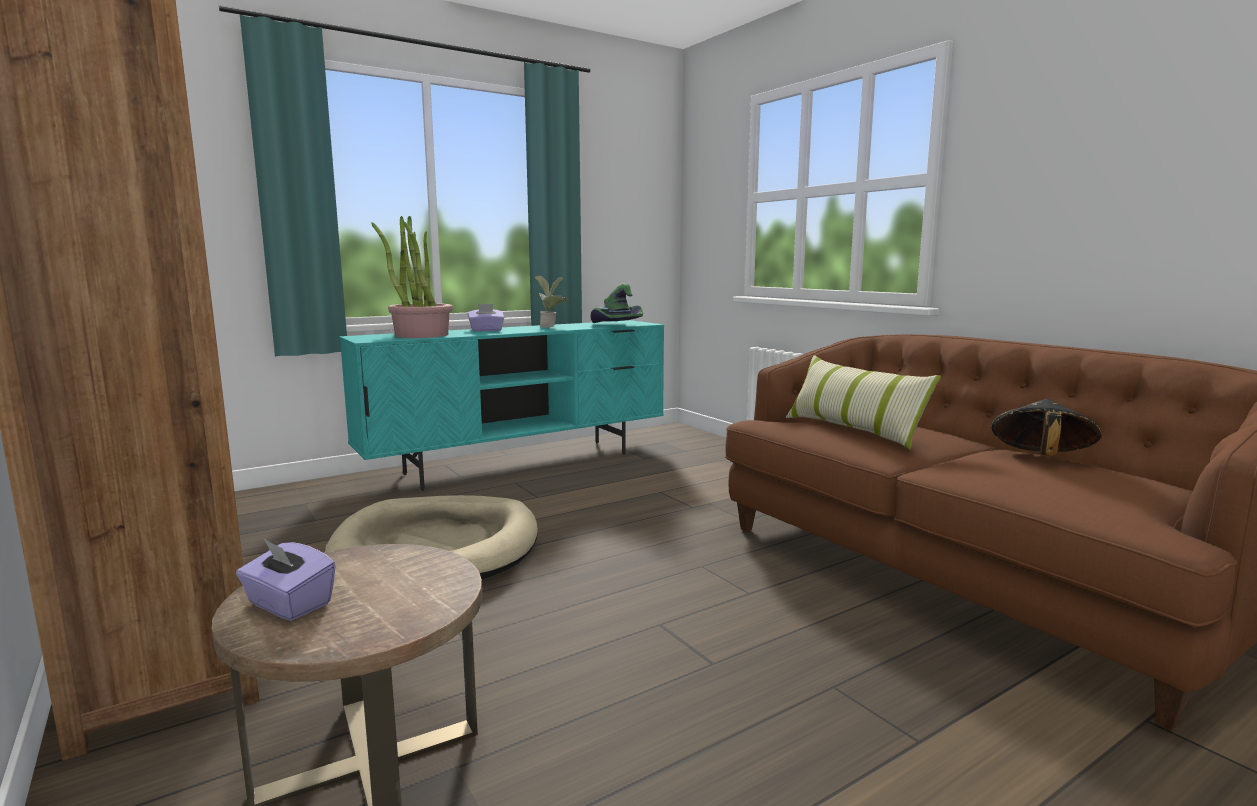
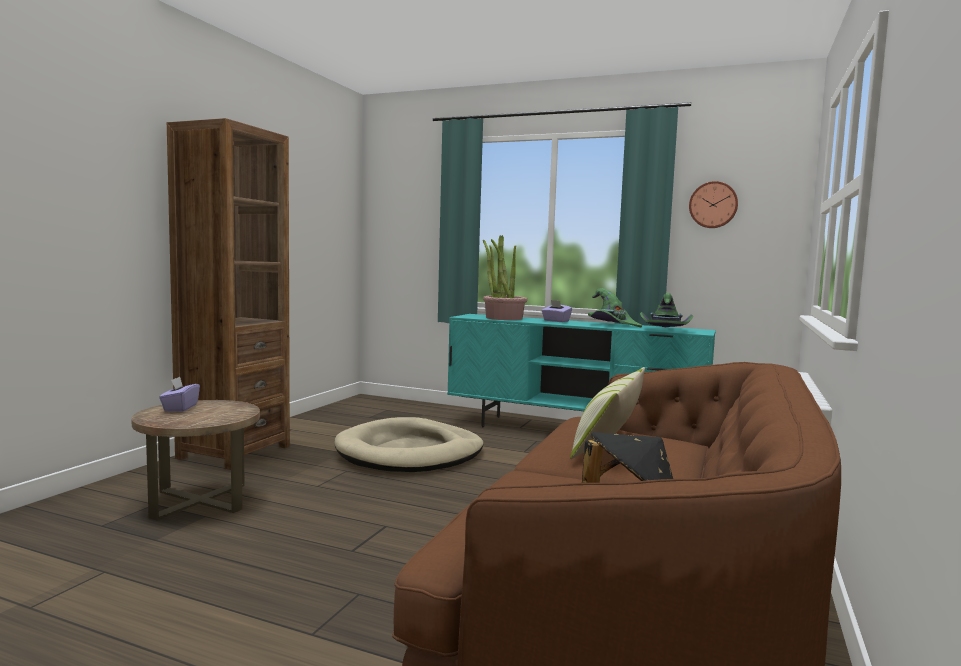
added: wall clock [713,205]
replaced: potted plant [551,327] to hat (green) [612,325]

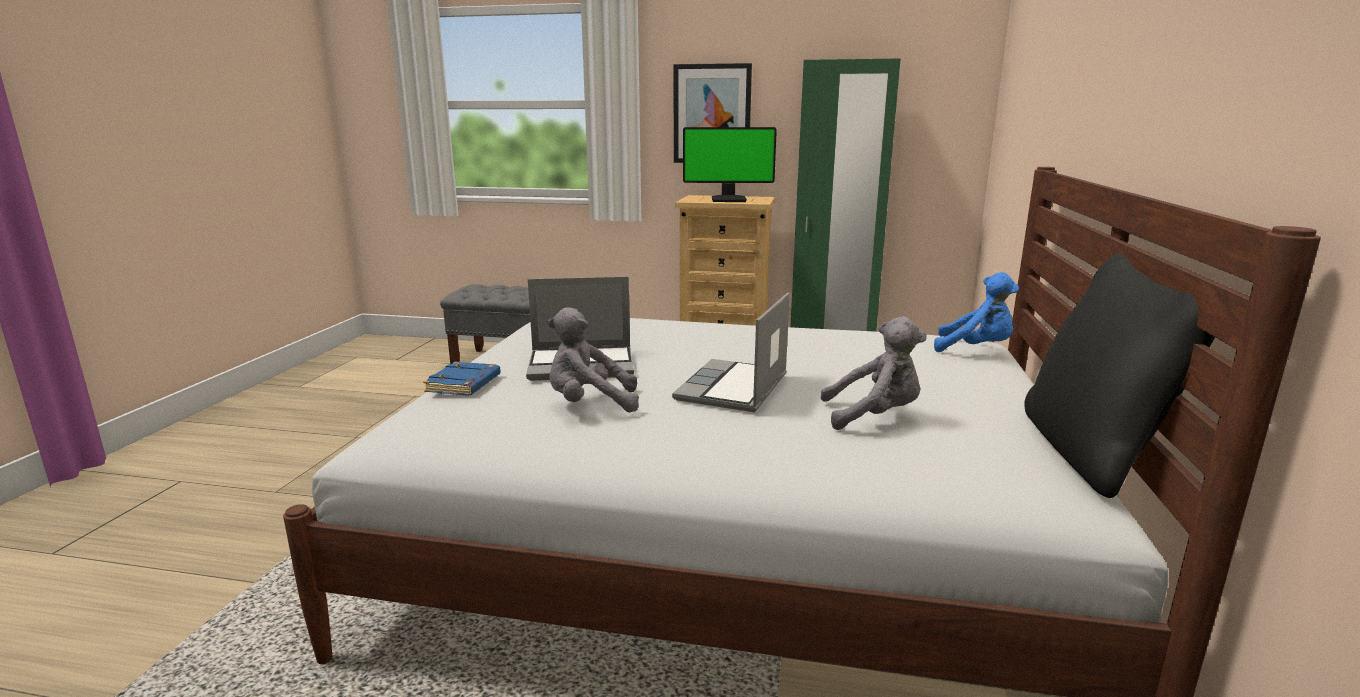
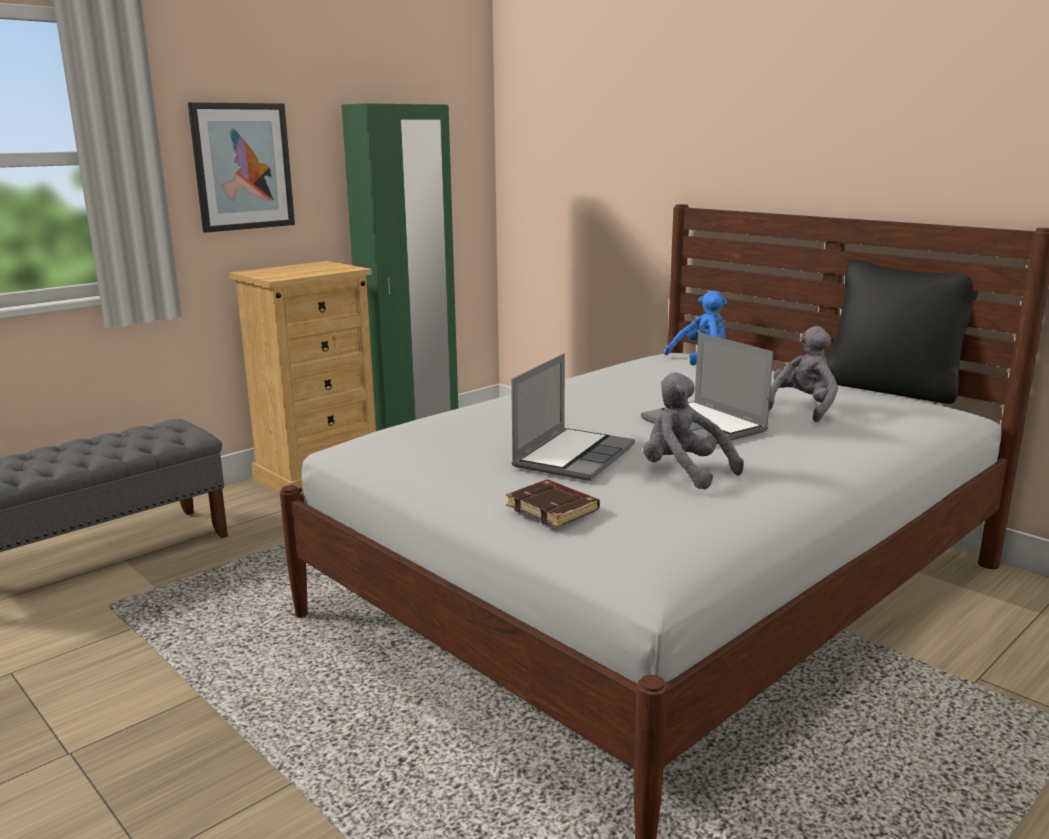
removed: monitor [729,199]
recoloured: book (blue) [464,384] to book (brown) [554,509]
turned: plush toy (grey) [590,404] = [684,472] 105 degrees clockwise

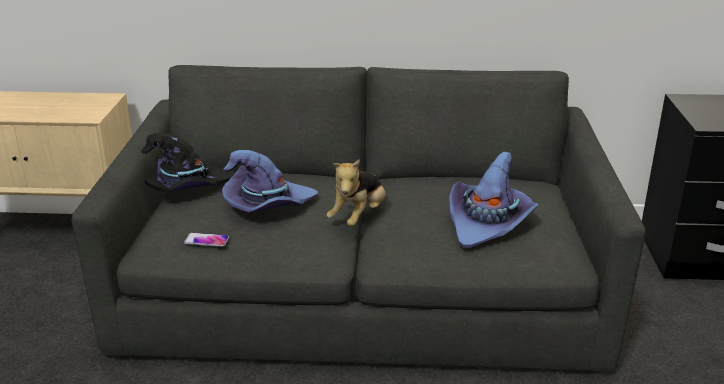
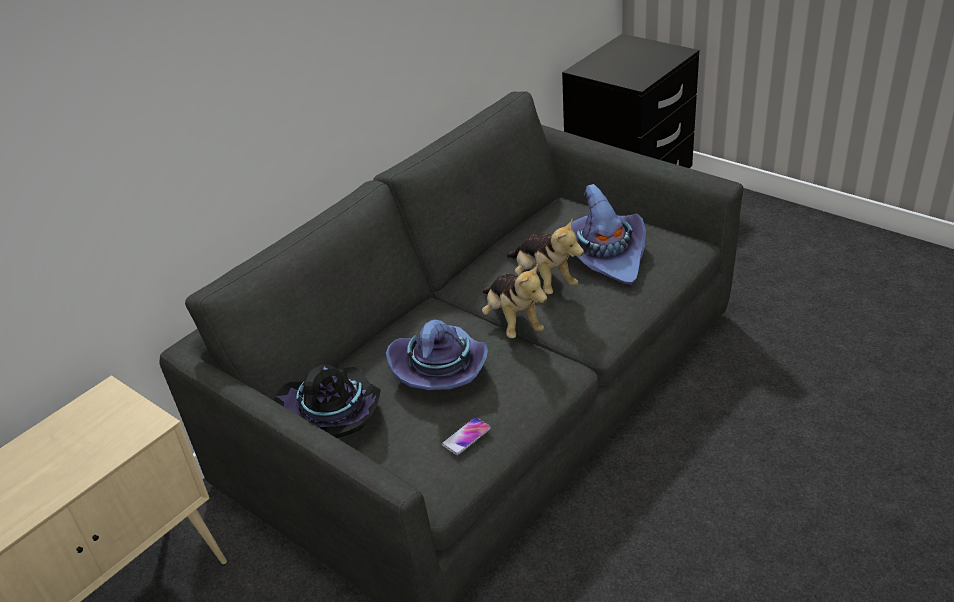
added: plush toy [543,281]

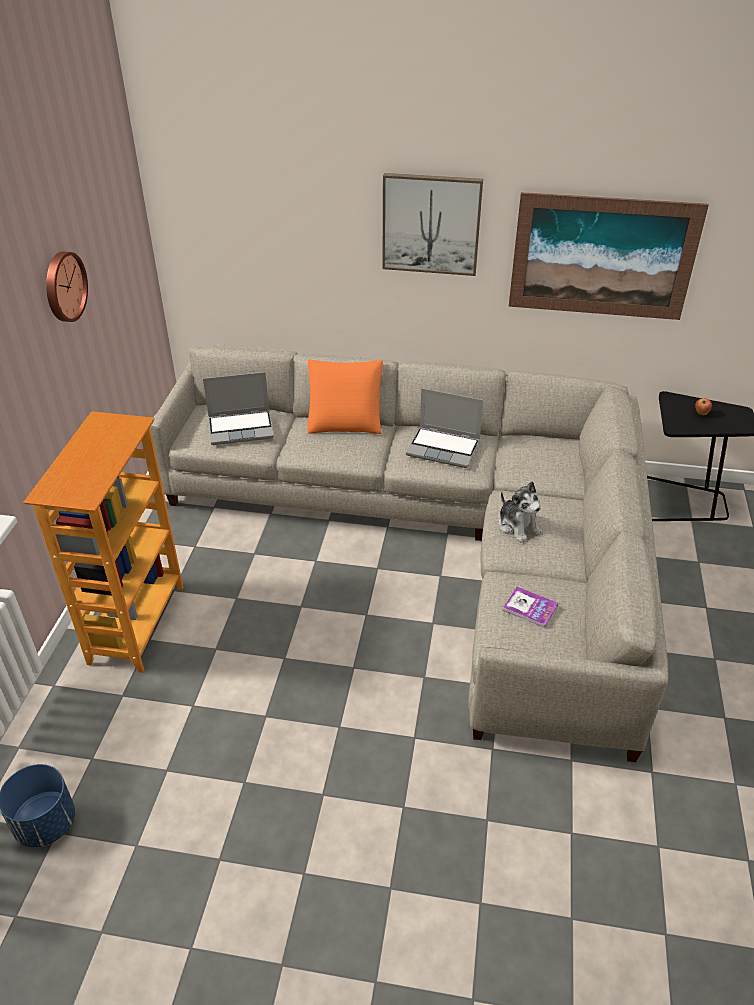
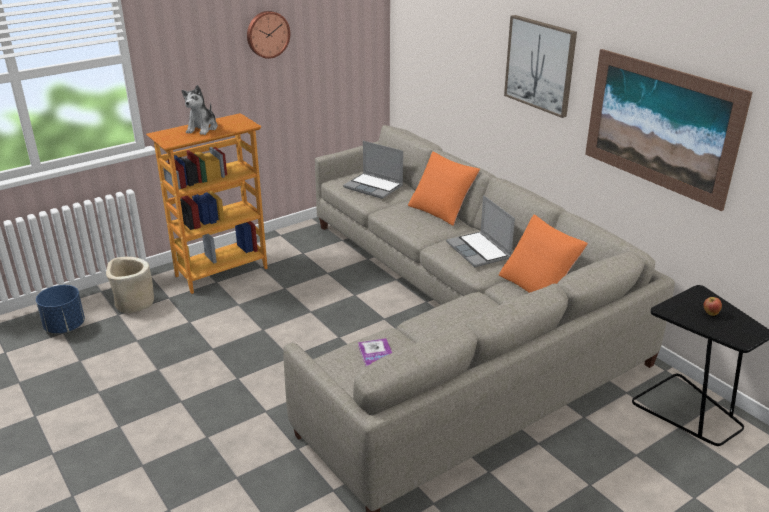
added: planter (beige) [133,303]; pillow (orange) [538,285]
moved: plush toy [518,526] to [202,128]

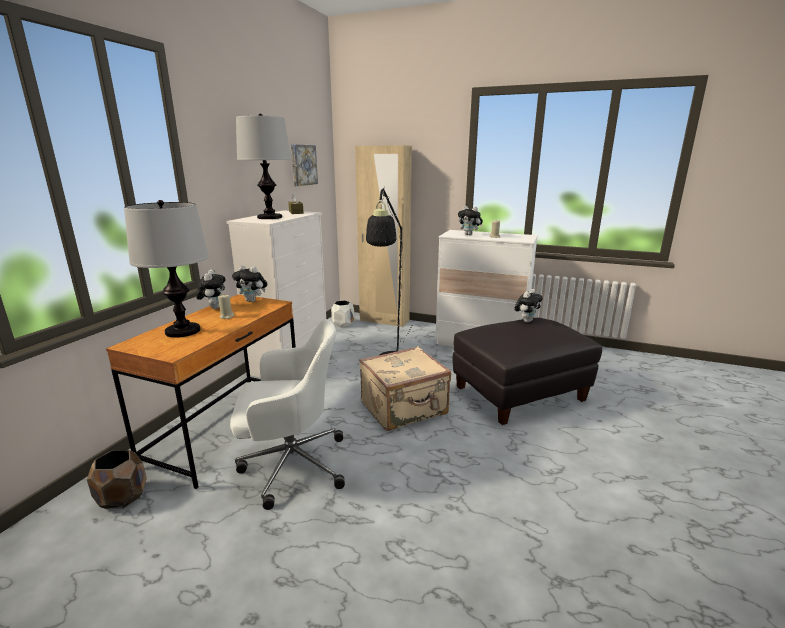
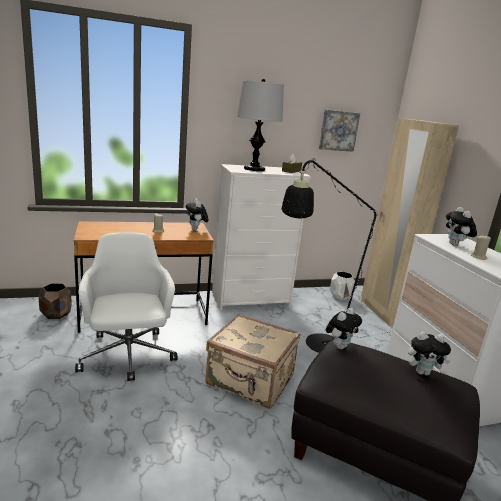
removed: table lamp [183,331]
moved: plush toy [214,307] to [339,346]
turned: office chair (white) [291,464] = [127,356] 150 degrees counterclockwise

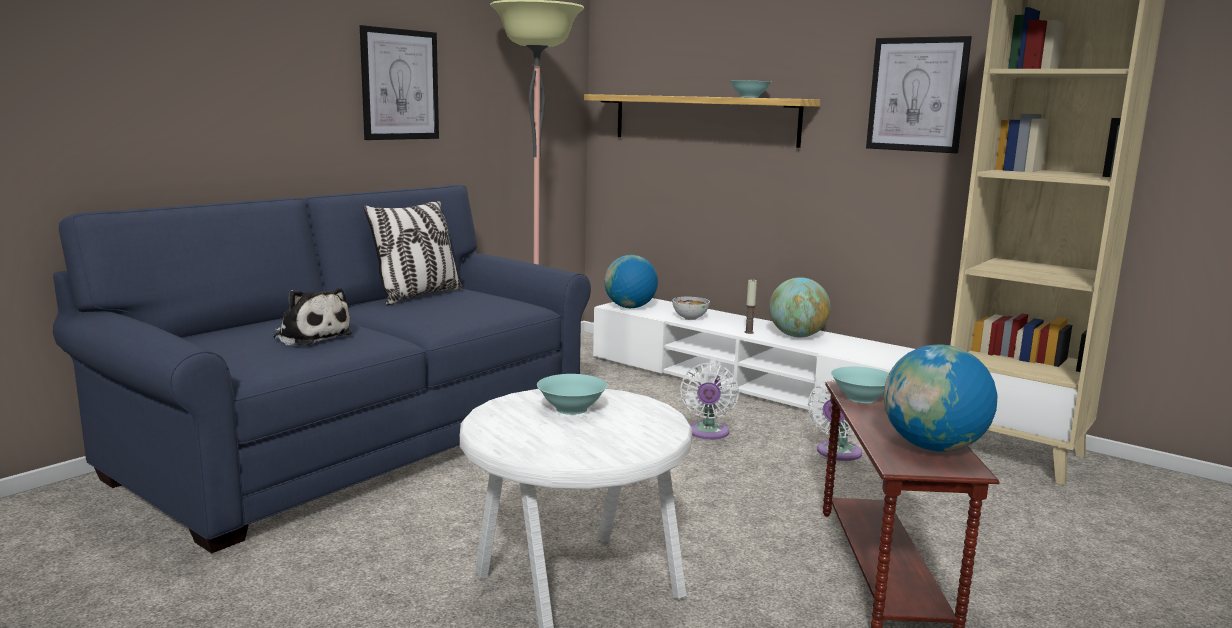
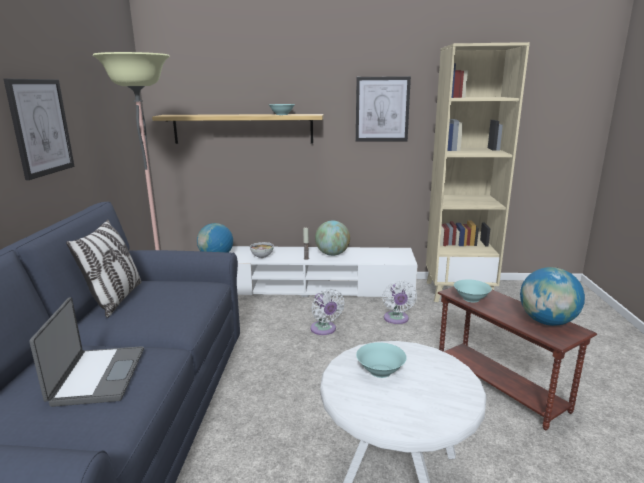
replaced: plush toy [311,336] to laptop [97,376]

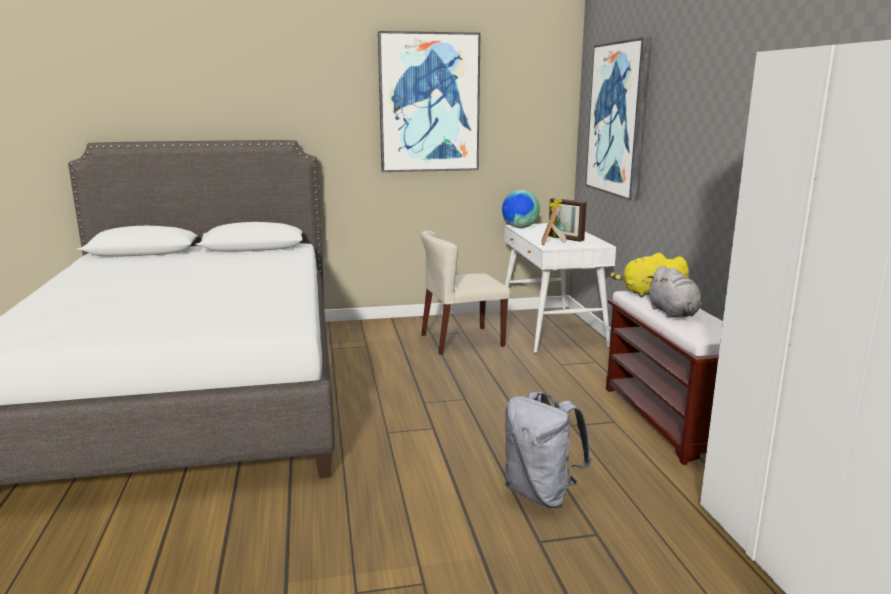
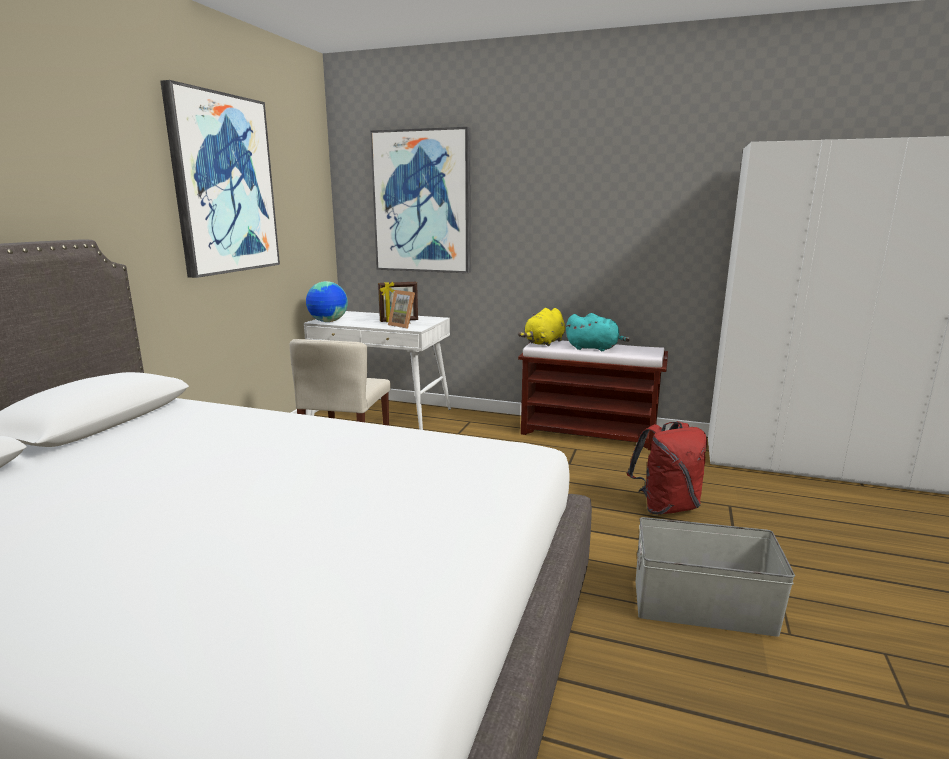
added: storage box (grey) [701,606]
recoloured: plush toy (grey) [673,313] to plush toy (turquoise) [594,348]; backpack (grey) [541,493] to backpack (red) [666,507]

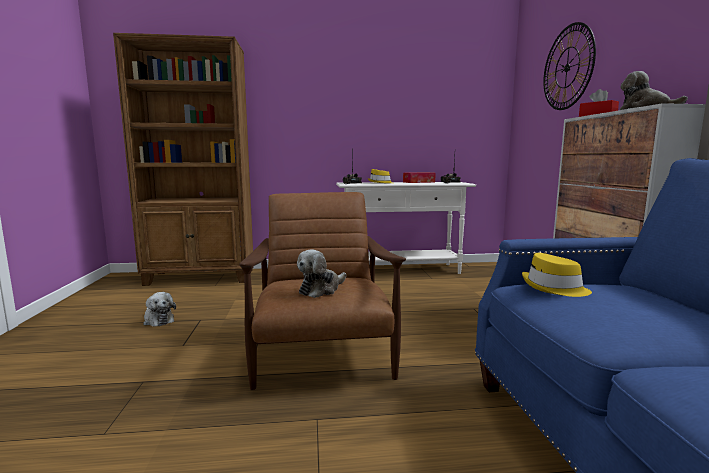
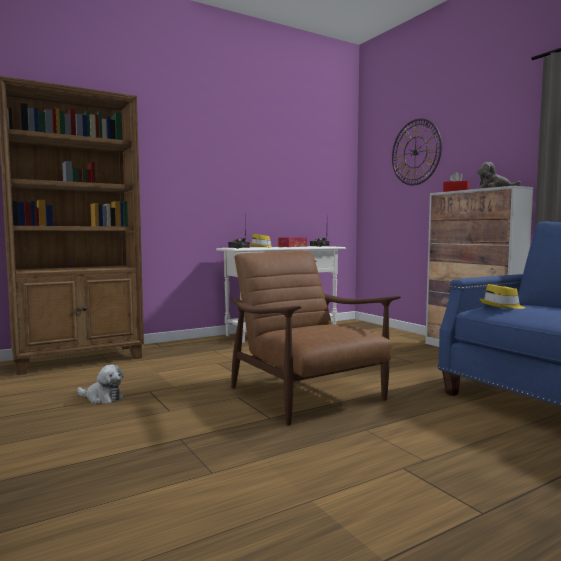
removed: plush toy [321,289]

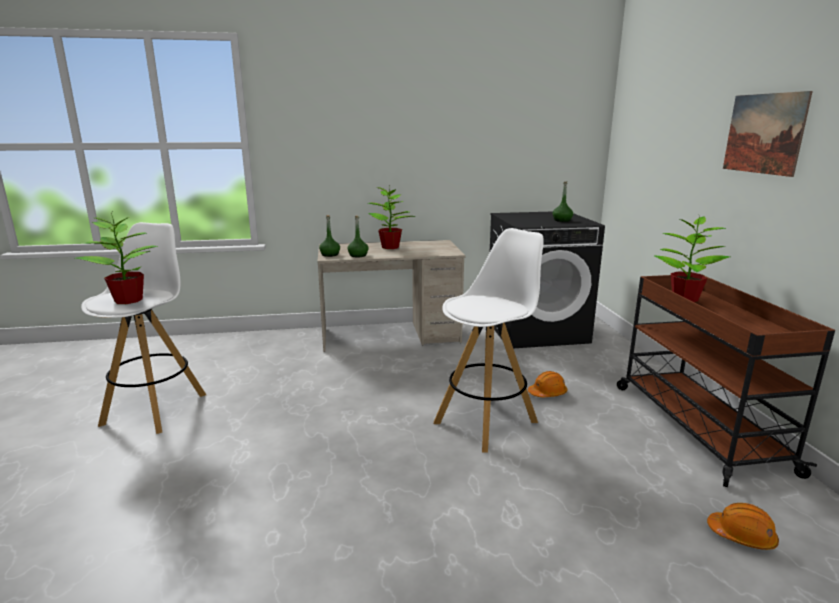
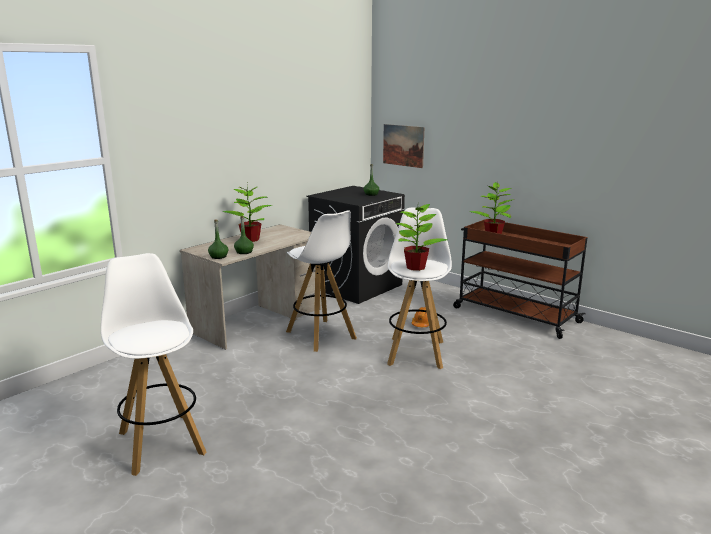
removed: hard hat (orange) [742,536]
added: stool (white) [321,335]
moved: picture [764,133] to [403,145]; potted plant [129,300] to [416,267]

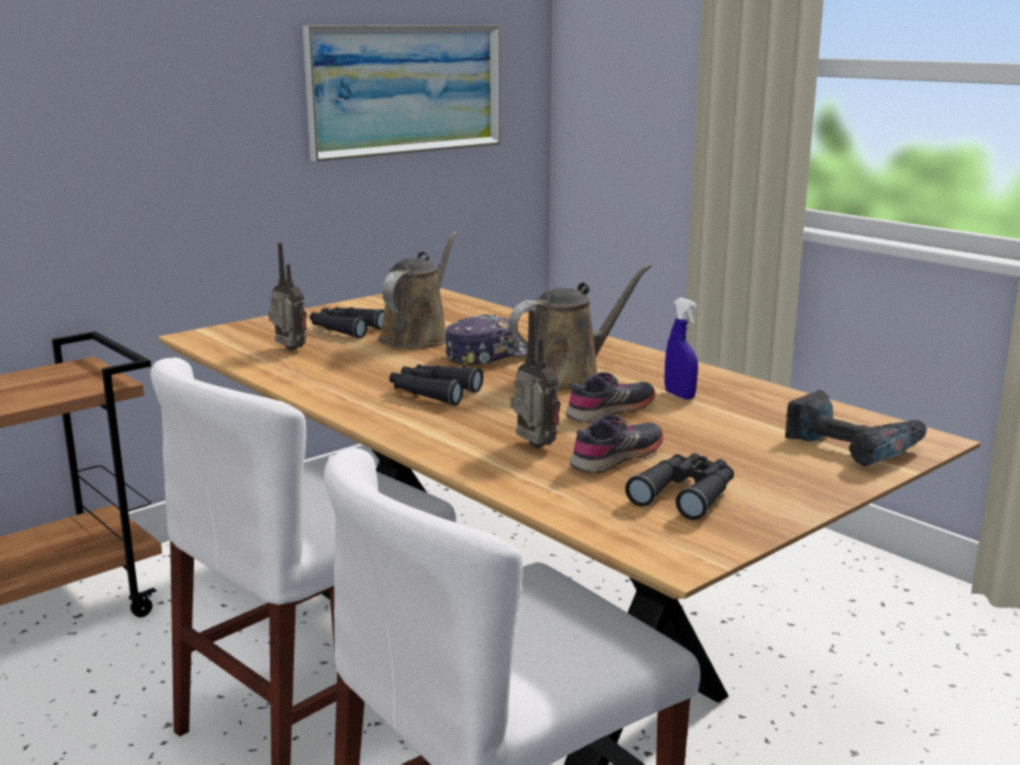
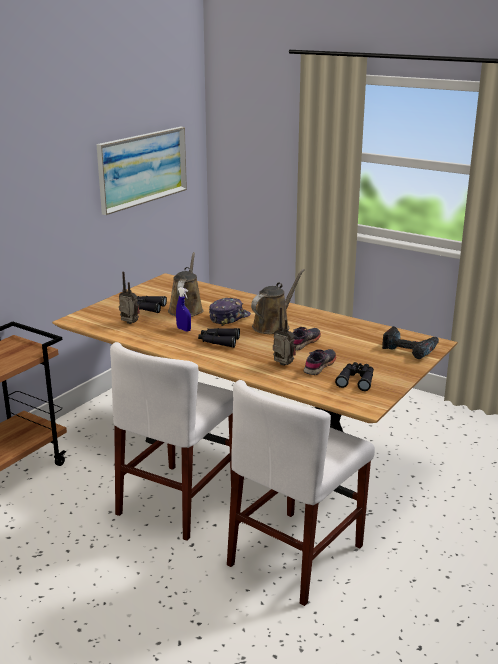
moved: spray bottle (blue) [679,395] to [184,329]

